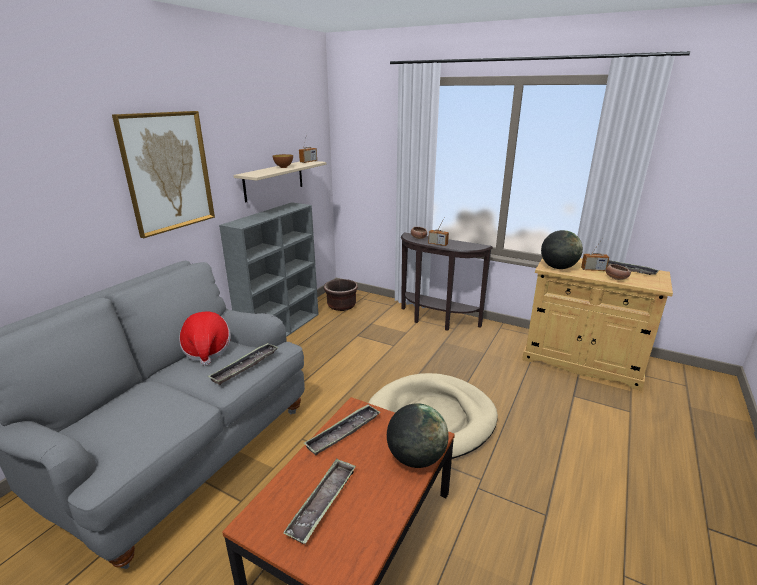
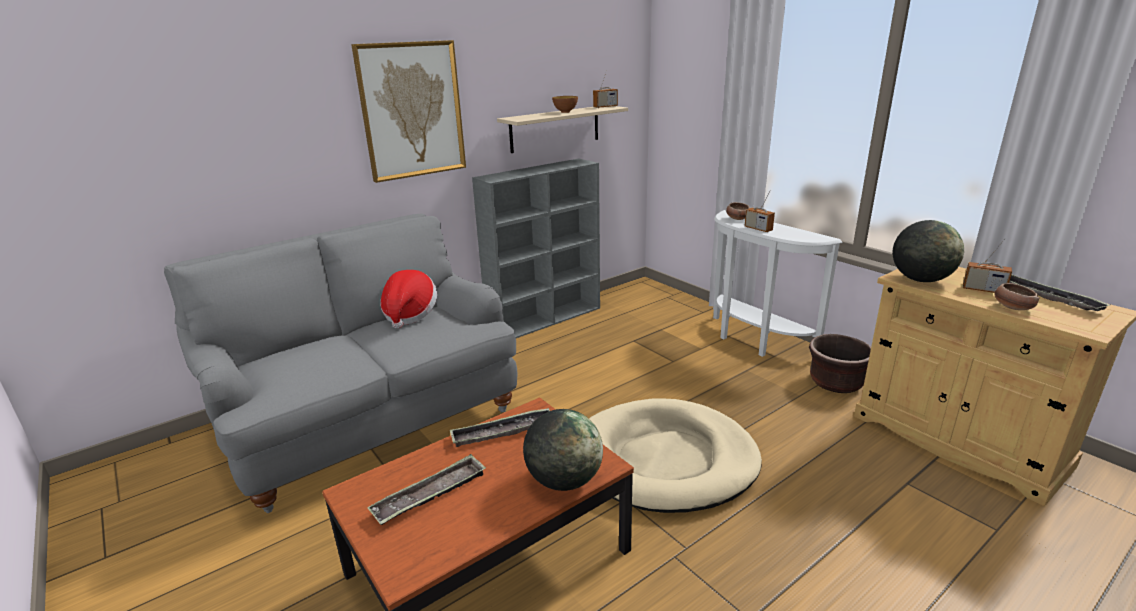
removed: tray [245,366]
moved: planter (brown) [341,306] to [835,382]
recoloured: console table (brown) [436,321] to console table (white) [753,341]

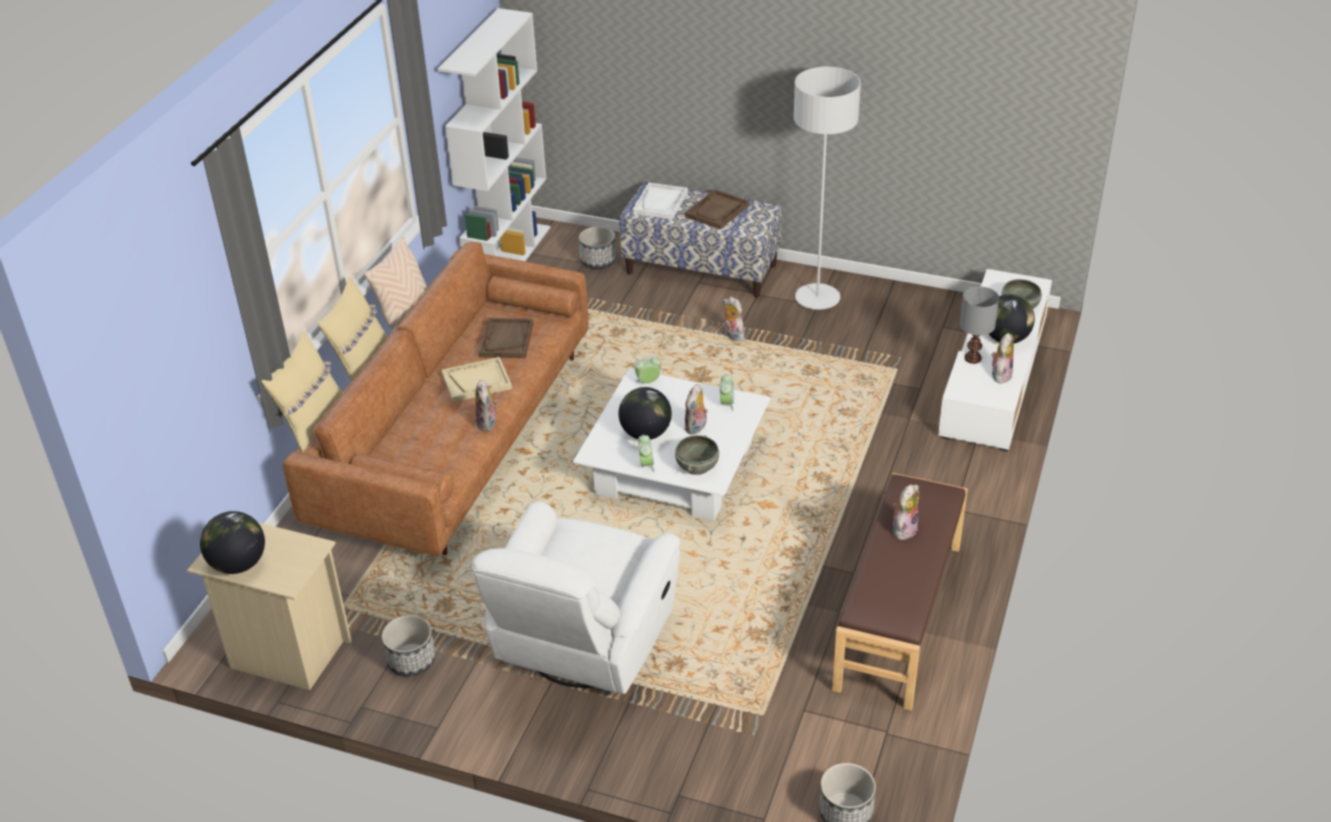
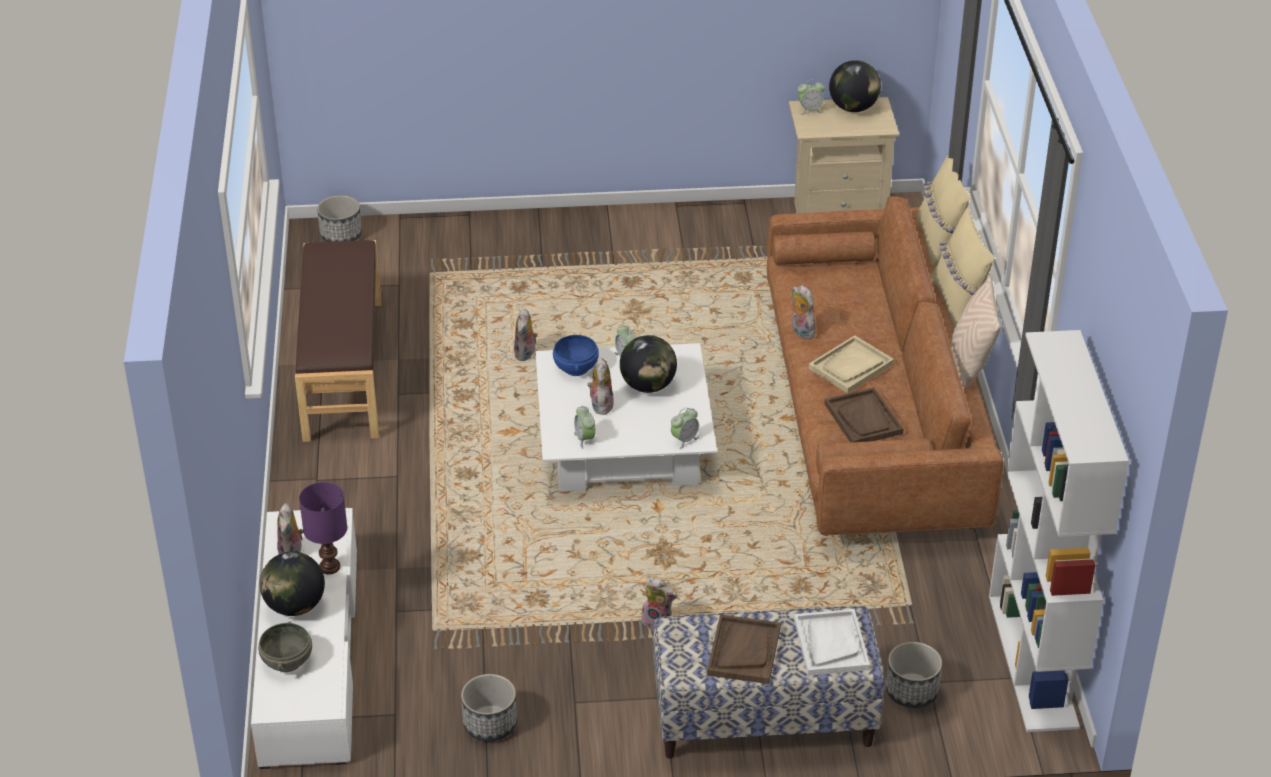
removed: armchair (white) [581,649]; floor lamp (grey) [817,298]
added: alarm clock [810,110]
moved: planter [411,660] to [490,723]; plush toy [903,529] to [526,354]
recoloured: table lamp (grey) [973,358] to table lamp (purple) [329,567]; bowl (grey) [696,466] to bowl (blue) [576,368]

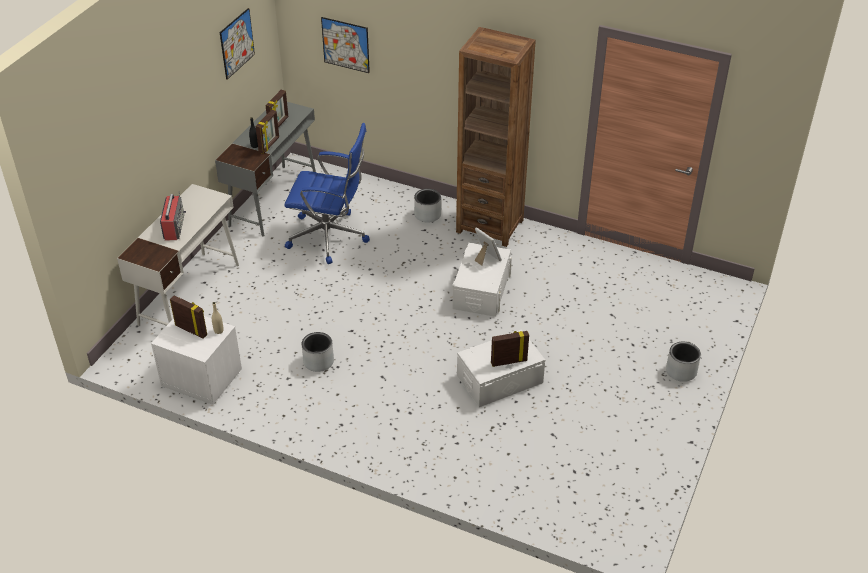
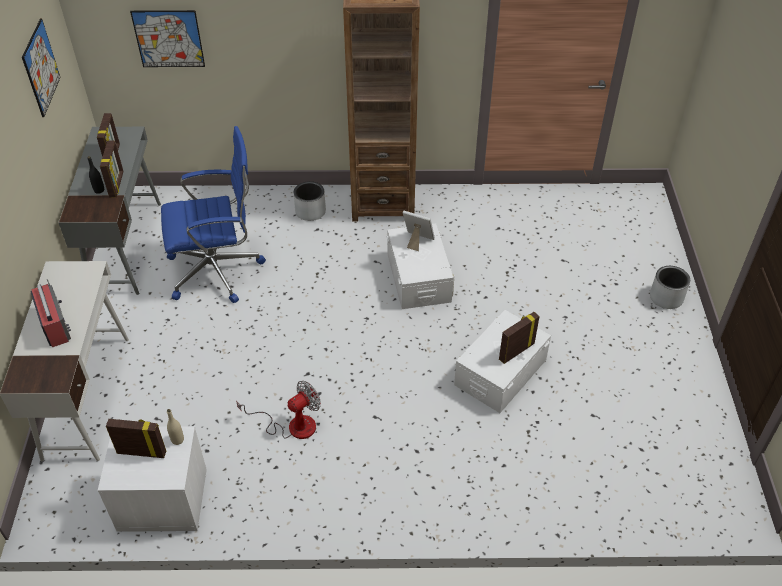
replaced: planter (grey) [318,361] to fan [292,425]

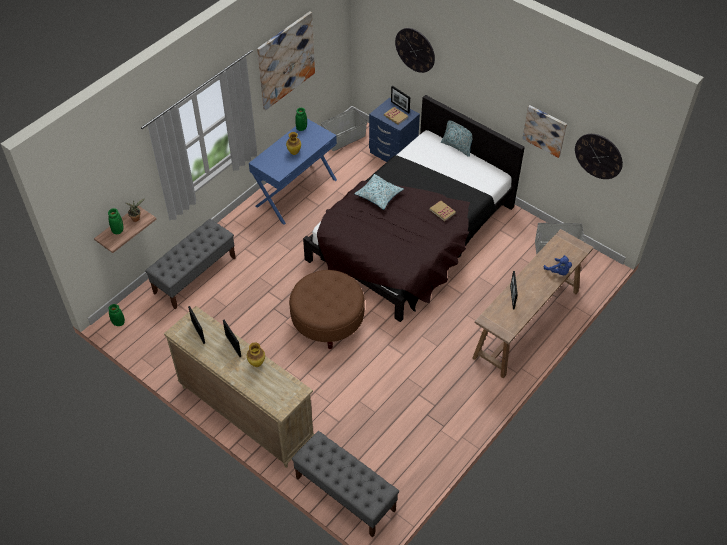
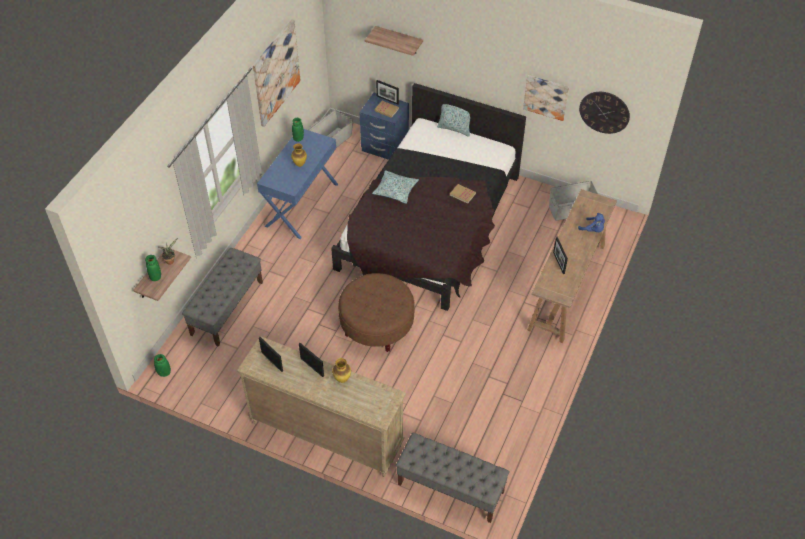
replaced: wall clock [415,50] to shelf [399,40]

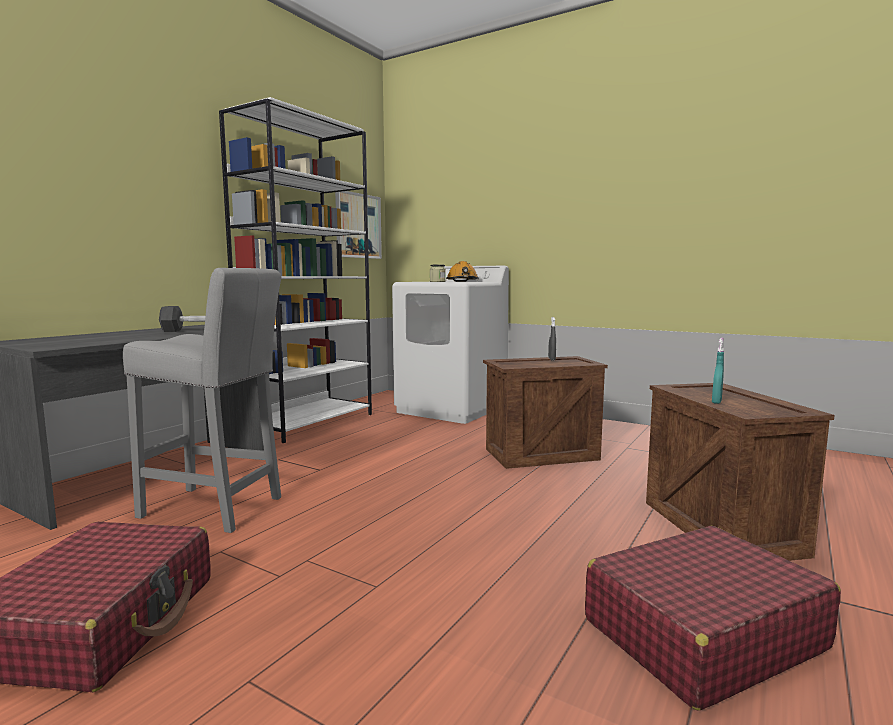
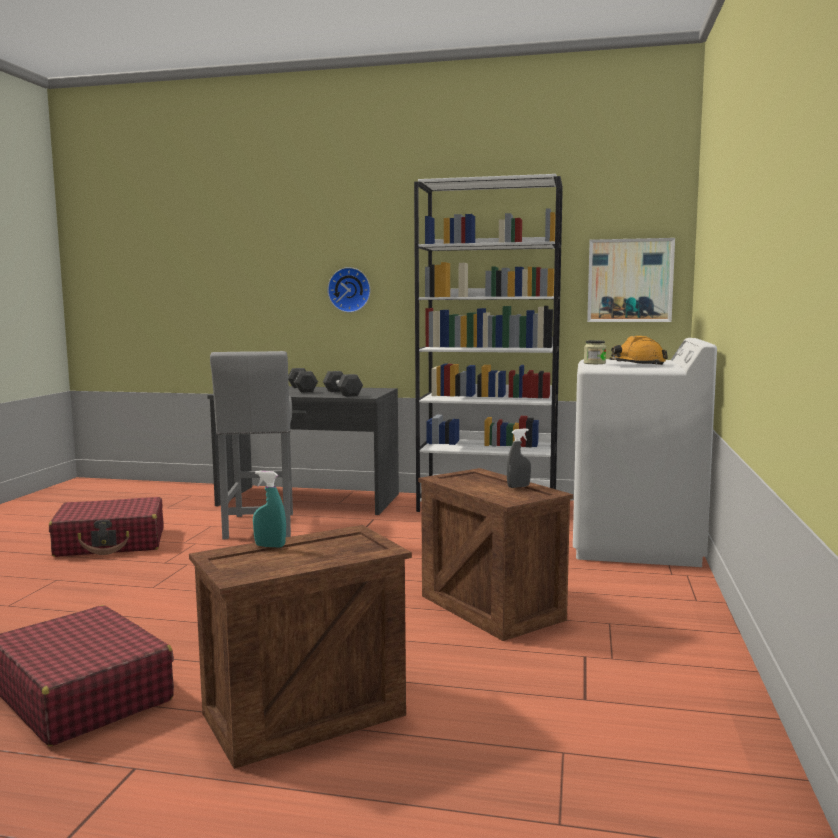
added: dumbbell (black) [302,389]; wall clock [350,290]

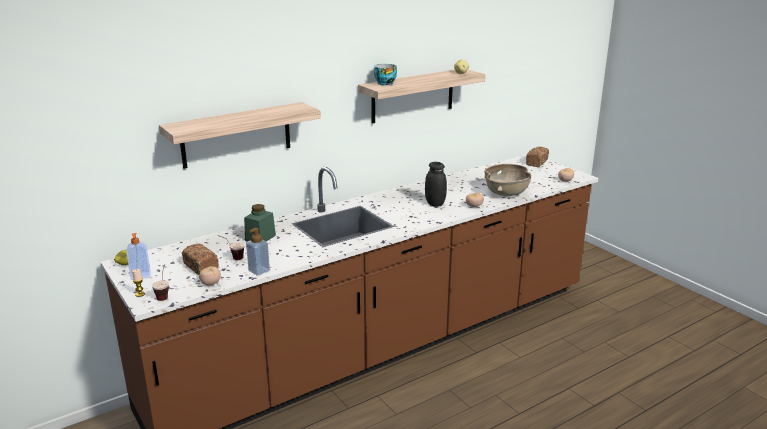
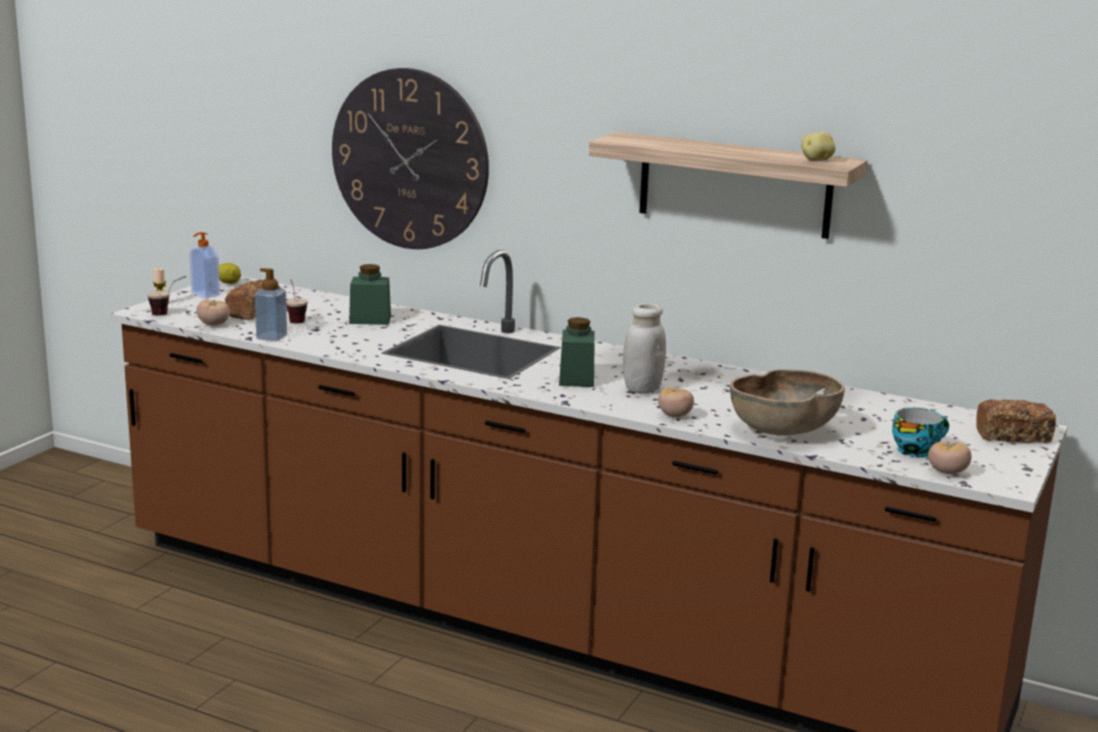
added: jar (green) [576,379]
moved: cup [385,83] to [916,450]
replaced: shelf [236,135] to wall clock [410,159]
recoloured: jar (black) [435,204] to jar (white) [642,389]

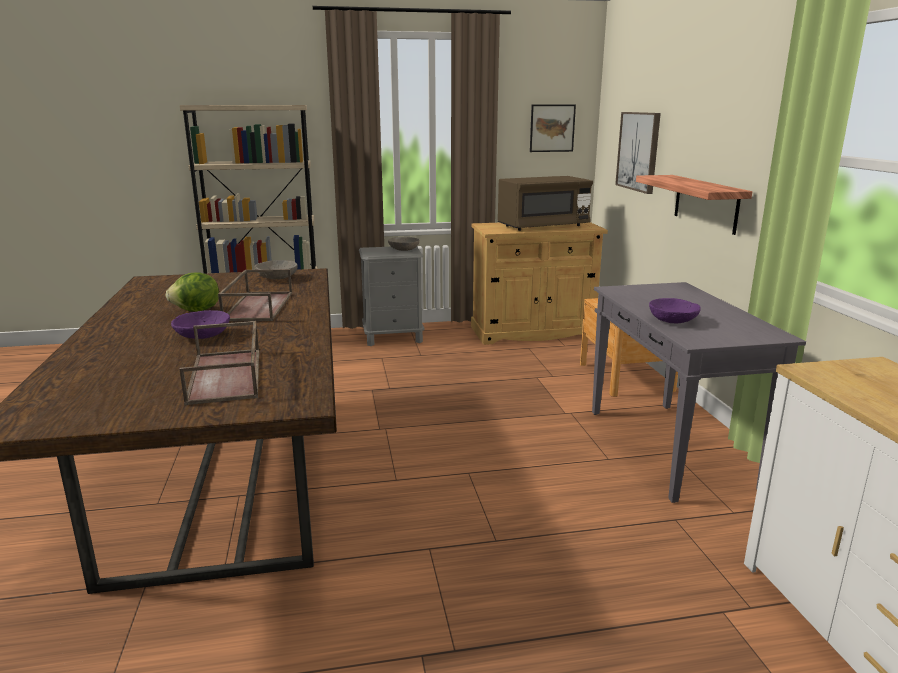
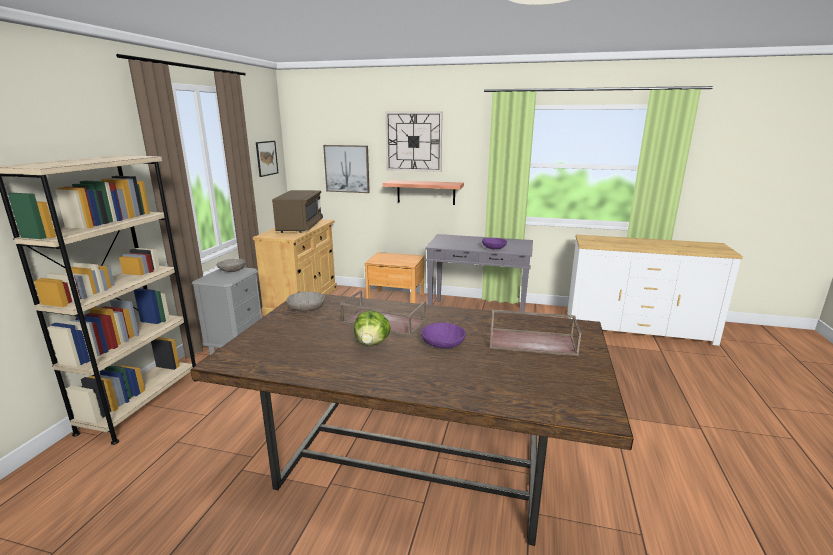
added: wall clock [413,141]

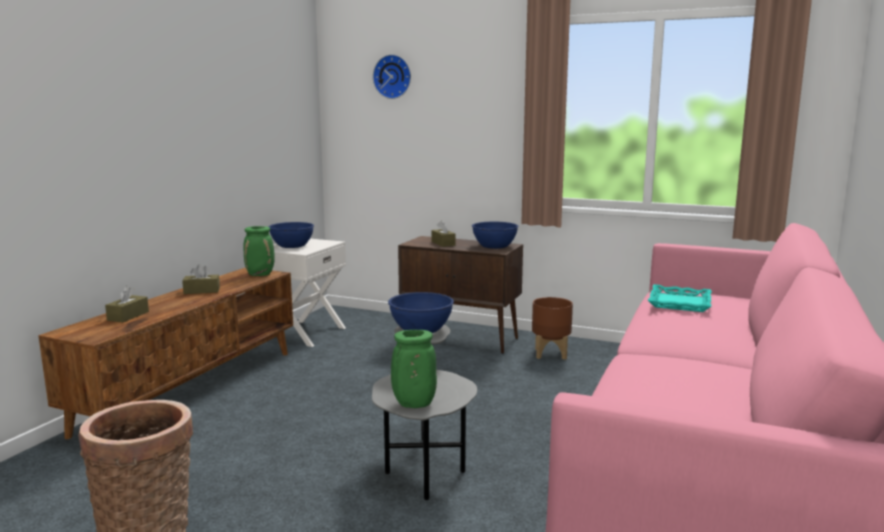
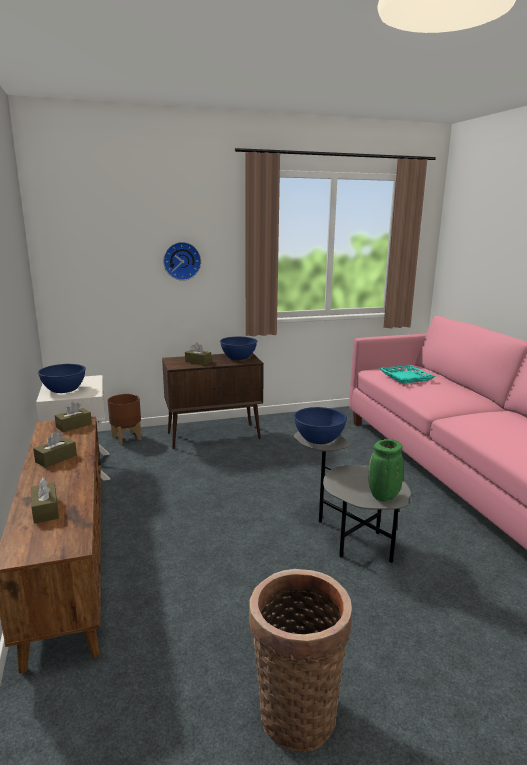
moved: planter (brown) [551,354] to [127,438]; wall clock [393,76] to [182,261]
replaced: vase (green) [261,275] to tissue box (brown) [74,425]

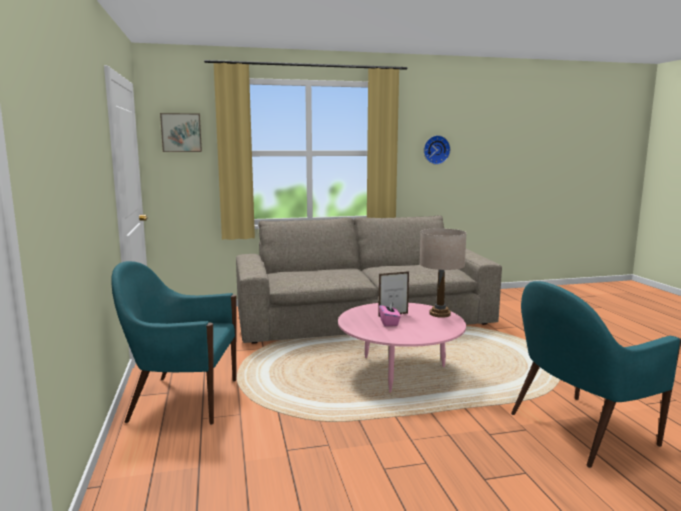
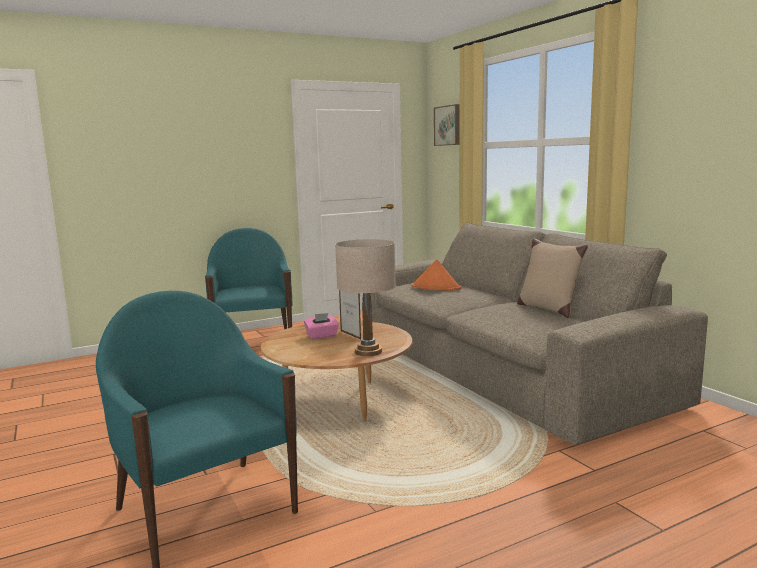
removed: wall clock [436,149]
added: hat (orange) [436,287]; pillow (beige) [548,309]
recoloured: coffee table (pink) [399,372] to coffee table (brown) [339,402]

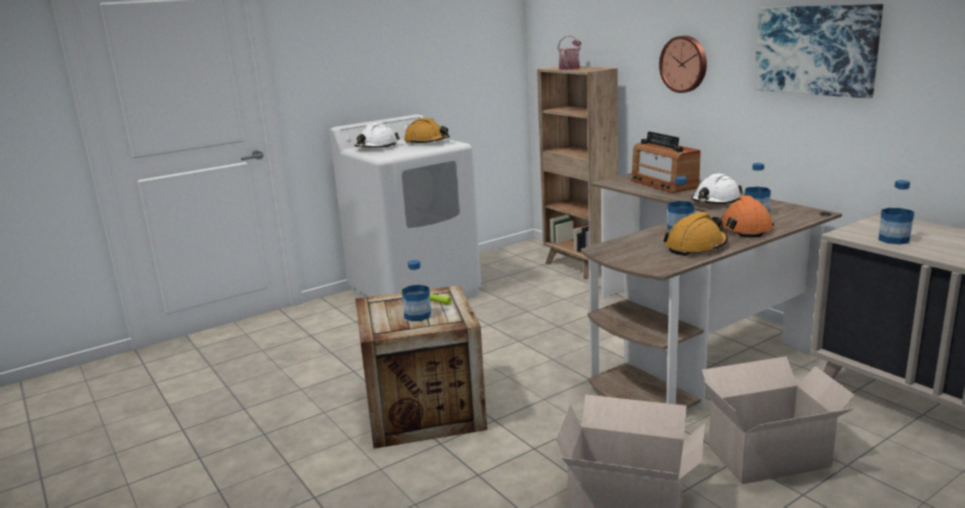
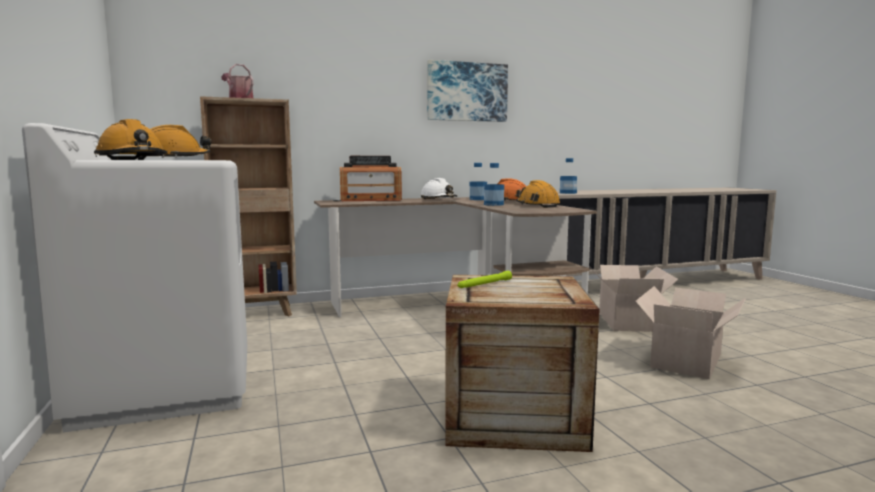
removed: bottle [417,315]; wall clock [684,64]
recoloured: hard hat (white) [377,147] to hard hat (orange) [133,159]

